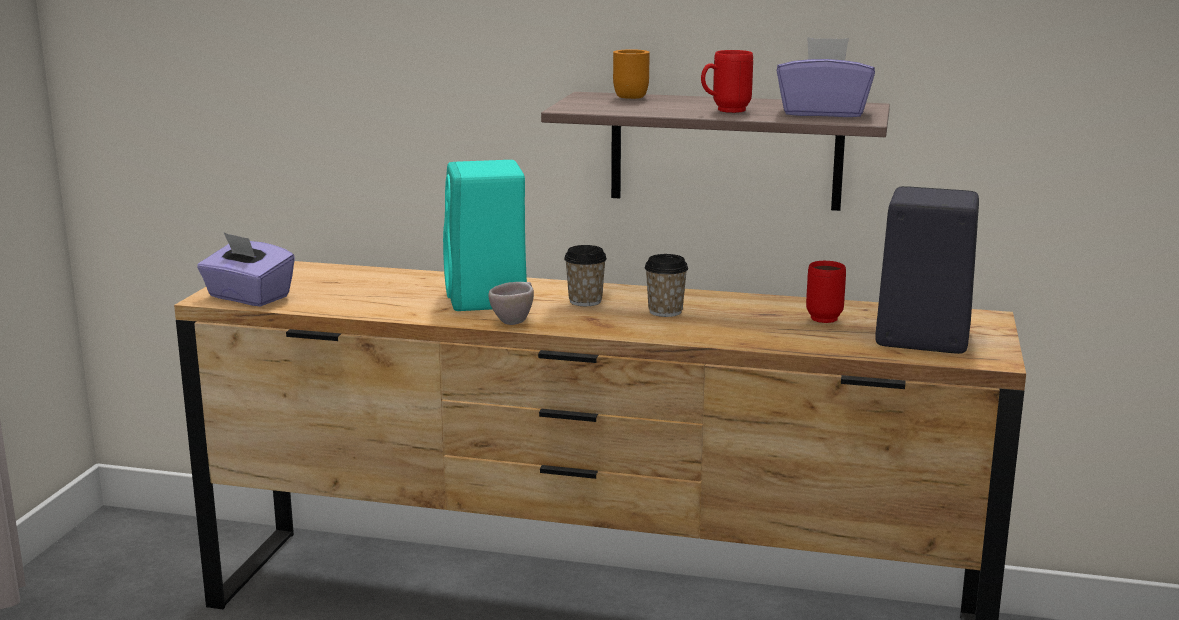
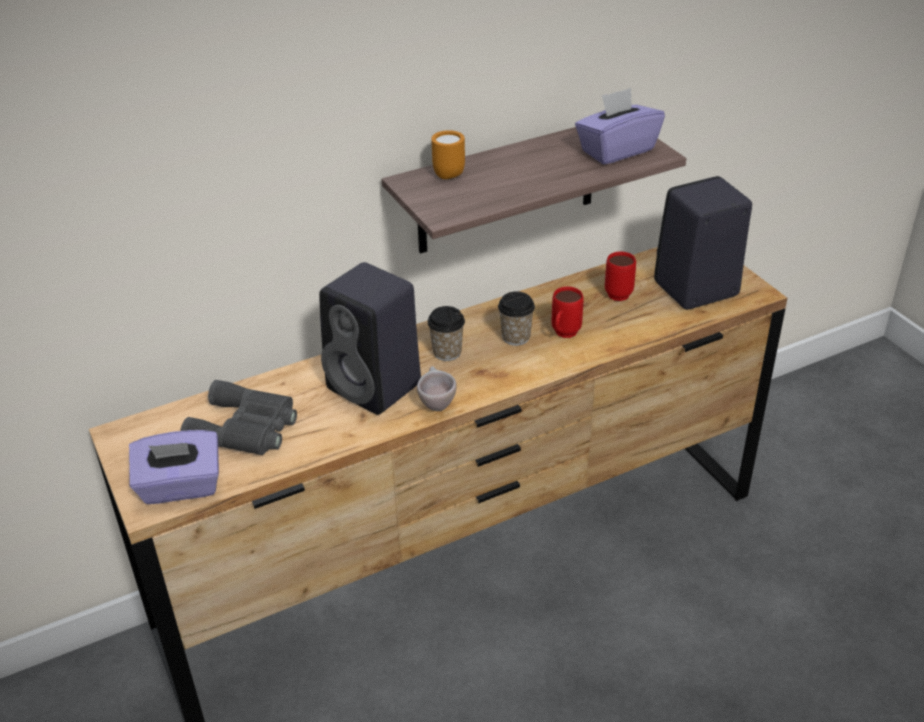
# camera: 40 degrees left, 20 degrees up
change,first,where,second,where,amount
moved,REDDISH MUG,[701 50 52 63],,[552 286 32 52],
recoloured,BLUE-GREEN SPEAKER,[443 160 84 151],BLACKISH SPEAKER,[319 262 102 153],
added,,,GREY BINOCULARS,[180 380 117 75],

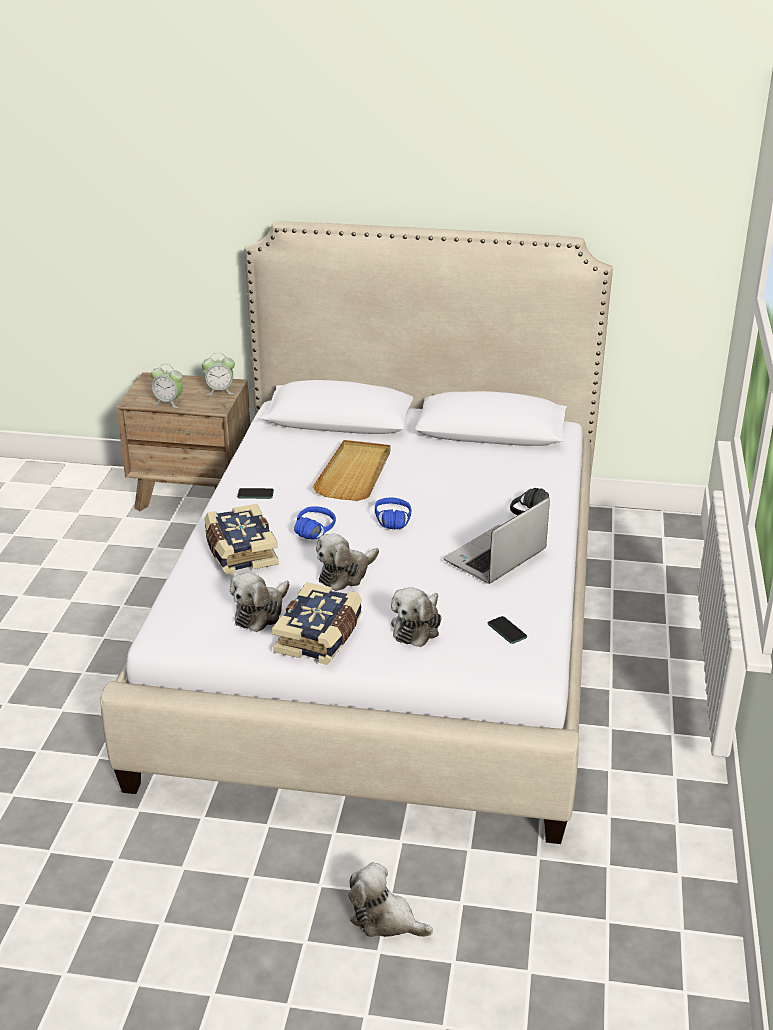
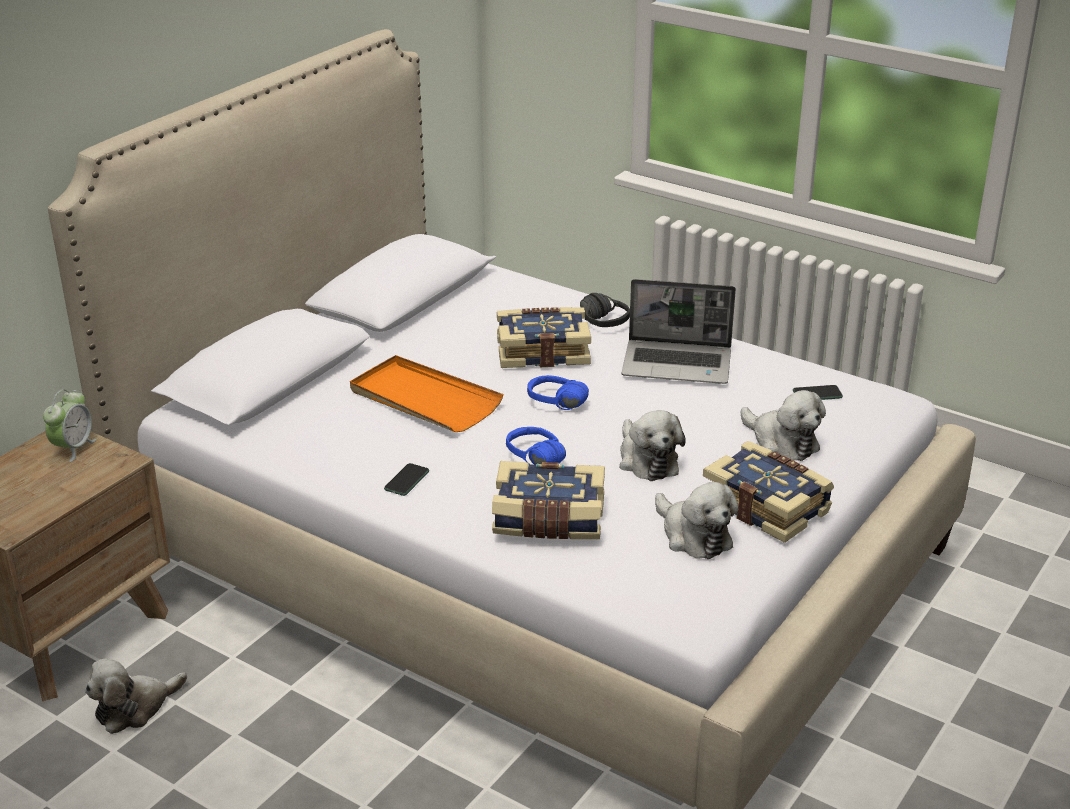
# camera: 65 degrees left, 0 degrees up
change,first,where,second,where,amount
removed,BEDSIDE CLOCK,[151 364 32 44],,,
recoloured,SAND-COLOURED TRAY,[313 440 77 61],ORANGE-COLOURED TRAY,[350 355 154 77],
turned,PORTABLE COMPUTER,[443 497 107 87],,[622 279 114 105],60 degrees counterclockwise
moved,CUDDLY TOY,[348 862 85 75],,[85 658 102 76],
added,,,VOLUME,[497 307 94 61],

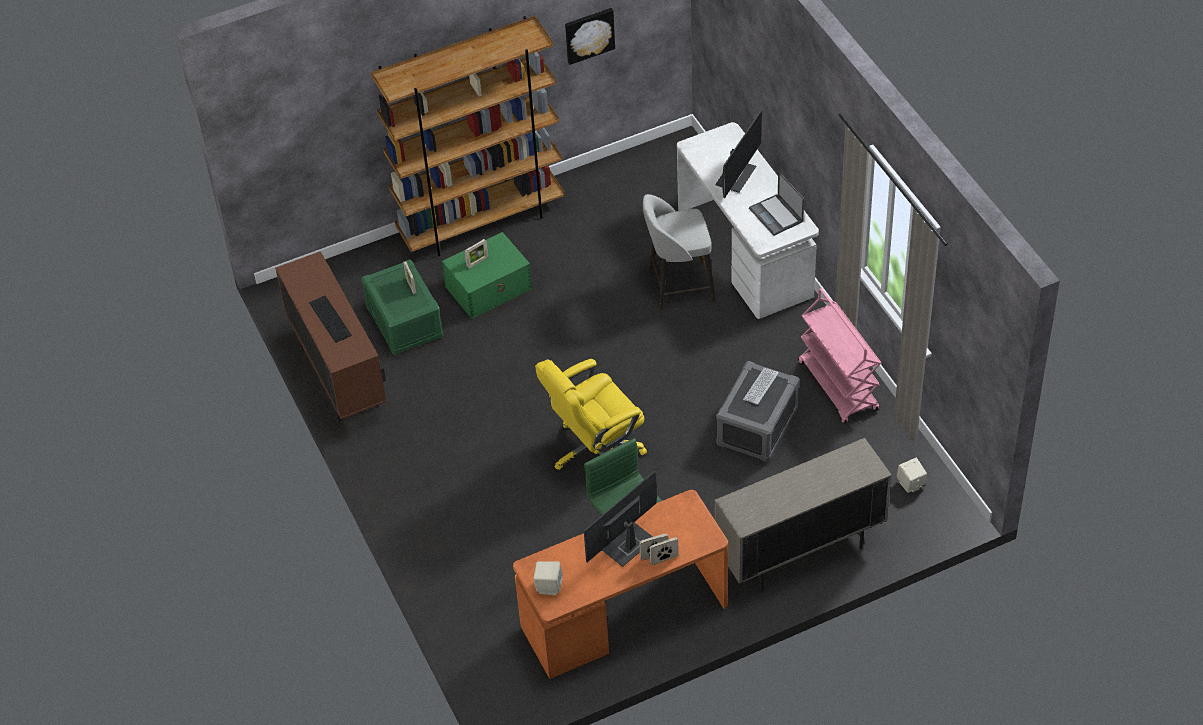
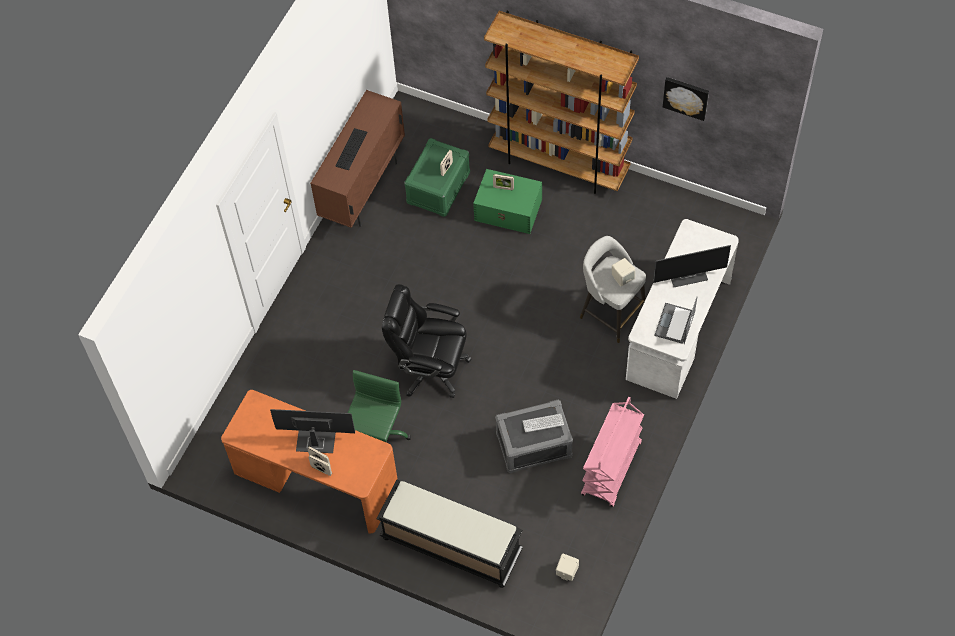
# camera: 50 degrees right, 10 degrees up
change,first,where,second,where,amount
recoloured,YELLOWISH OFFICE CHAIR,[535 359 112 111],BLACKISH OFFICE CHAIR,[382 284 90 114],
replaced,SAND-COLOURED CUPBOARD,[715 438 177 154],BLACKISH LONG SEAT,[376 480 147 108],
moved,SAND-COLOURED SPEAKER,[533 561 30 35],,[612 258 23 29],

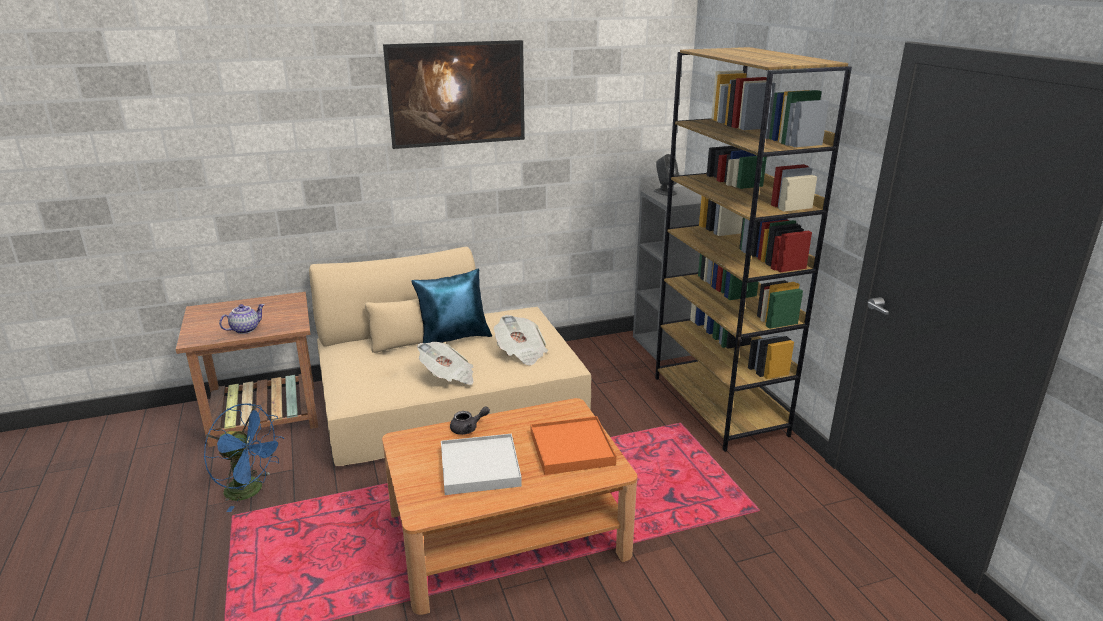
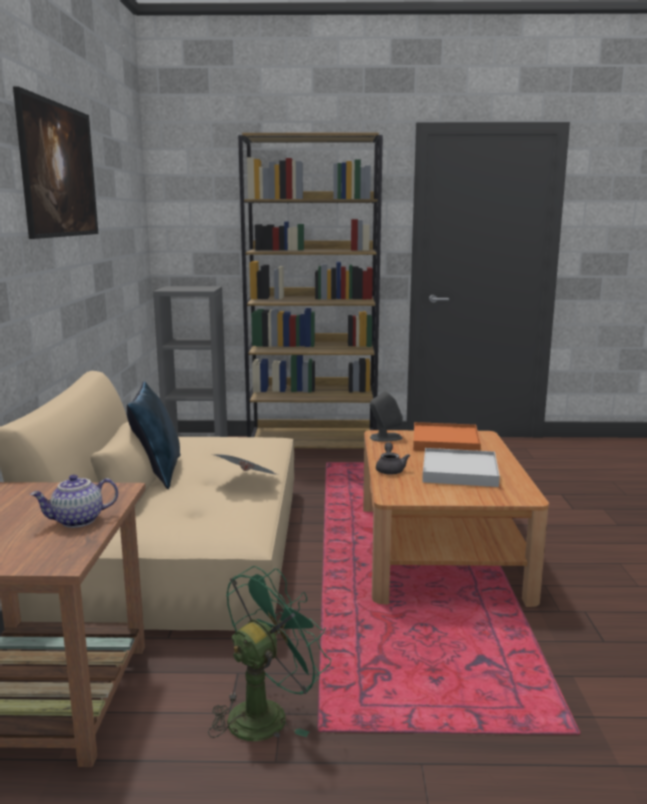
# camera: 70 degrees left, 10 degrees down
change,first,where,second,where,amount
moved,GREY SPEAKER,[654 154 25 42],,[370 390 33 52],
turned,TEAPOT,[219 304 46 30],,[30 475 88 53],90 degrees counterclockwise
removed,DAILY PAPER,[493 315 55 51],,,
recoloured,BLUISH ELECTRIC FAN,[204 403 80 109],GREEN ELECTRIC FAN,[208 566 123 175],

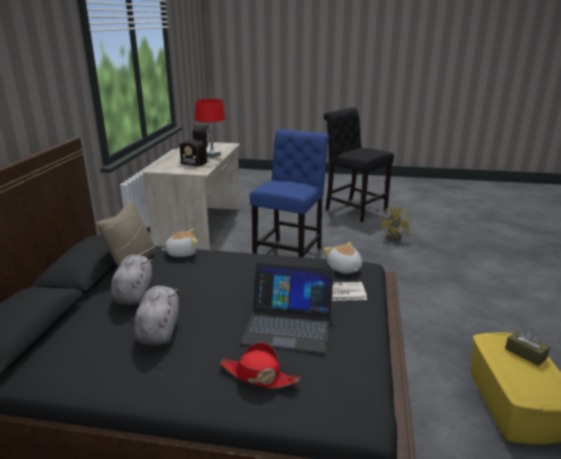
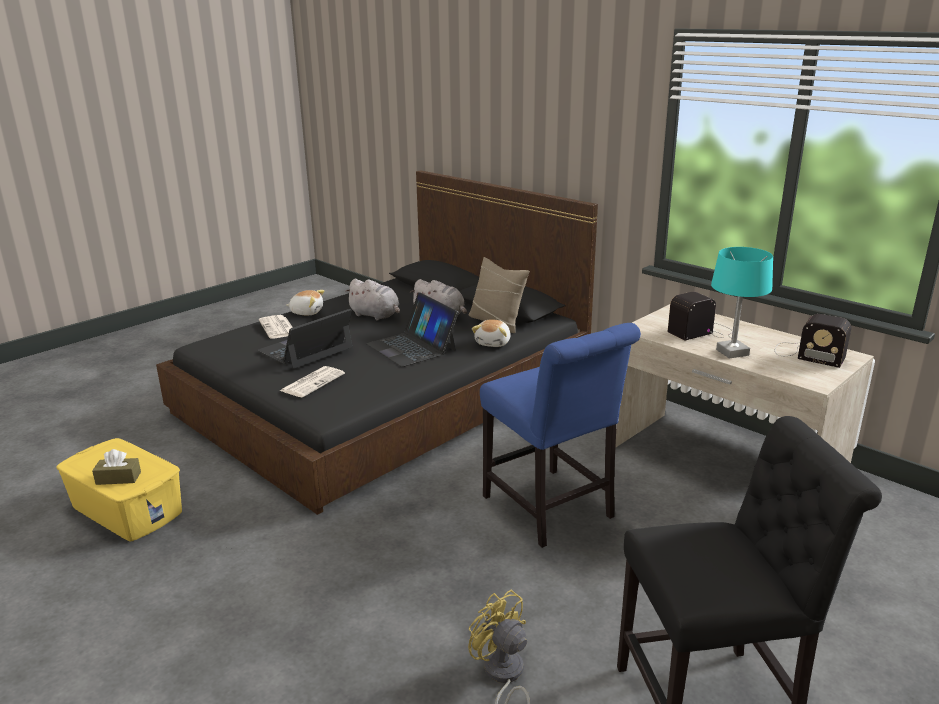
# camera: 125 degrees right, 0 degrees up
change,first,where,second,where,amount
recoloured,REDDISH TABLE LAMP,[195 99 31 59],BLUE-GREEN TABLE LAMP,[711 247 62 112],
moved,CUDDLY TOY,[324 242 38 32],,[287 290 38 26],
replaced,REDDISH HAT,[220 342 80 46],DAILY PAPER,[259 315 34 24],
added,,,PORTABLE COMPUTER,[366 292 93 75],

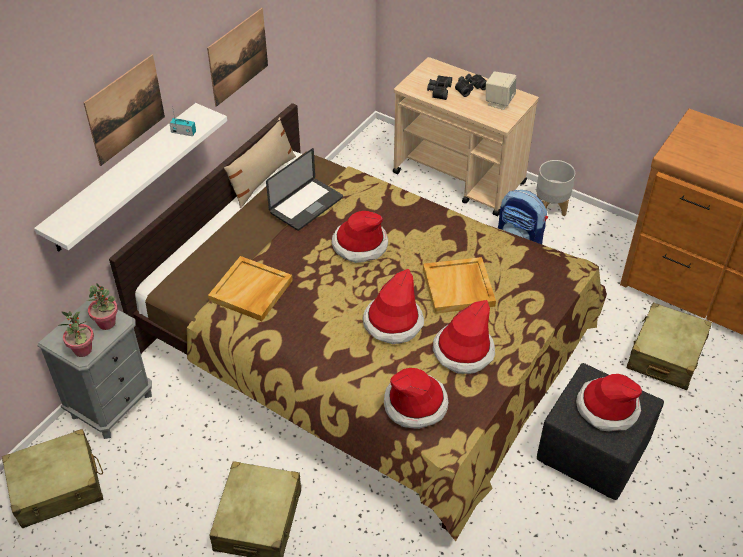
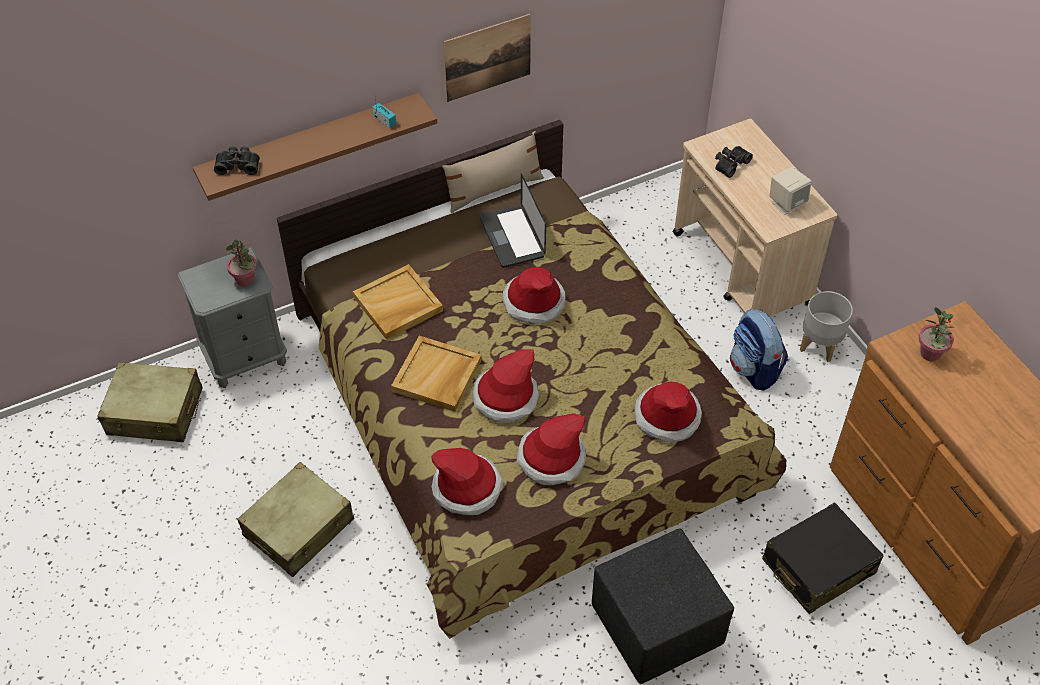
# camera: 30 degrees right, 5 degrees up
change,first,where,second,where,amount
removed,WALL PICTURE,[84 55 81 111],,,
moved,BLACKISH BINOCULARS,[455 74 32 23],,[214 146 46 29],
recoloured,WHITISH WALL SHELF,[34 103 193 149],BROWN WALL SHELF,[193 93 244 108],
turned,PORTABLE COMPUTER,[266 148 77 83],,[480 173 66 95],90 degrees clockwise
moved,SAND-COLOURED TRAY,[423 257 73 57],,[391 336 91 76],
recoloured,SAND-COLOURED TRAVEL CASE,[627 303 85 87],BLACKISH TRAVEL CASE,[762 502 122 112],
moved,HOUSEPLANT,[58 311 36 46],,[919 307 36 54],
moved,HAT,[576 374 66 57],,[634 382 68 61],

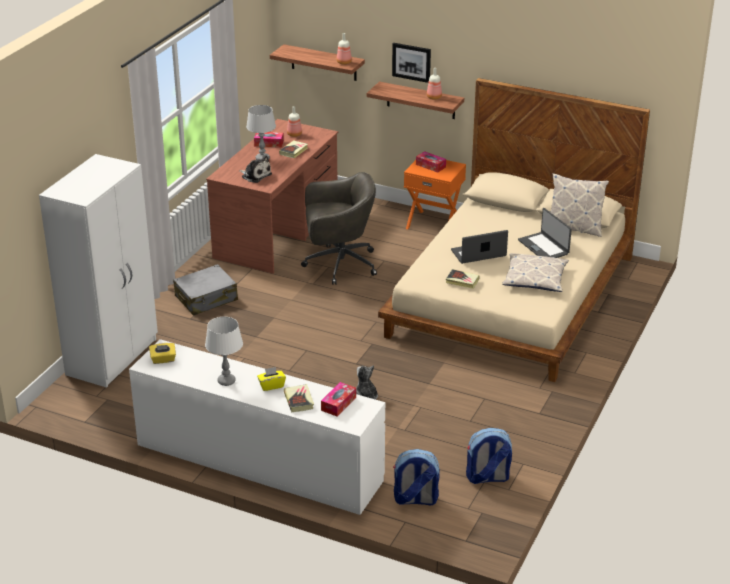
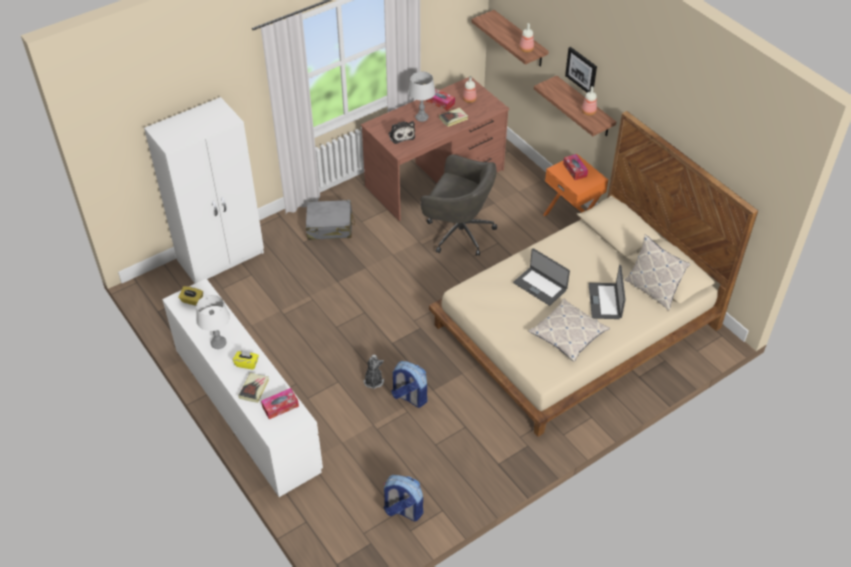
# camera: 30 degrees right, 15 degrees up
change,first,where,second,where,amount
turned,PORTABLE COMPUTER,[451 230 57 34],,[513 248 57 58],150 degrees counterclockwise
removed,VOLUME,[446 269 34 20],,,
moved,BACKPACK,[393 449 47 56],,[391 361 36 47],

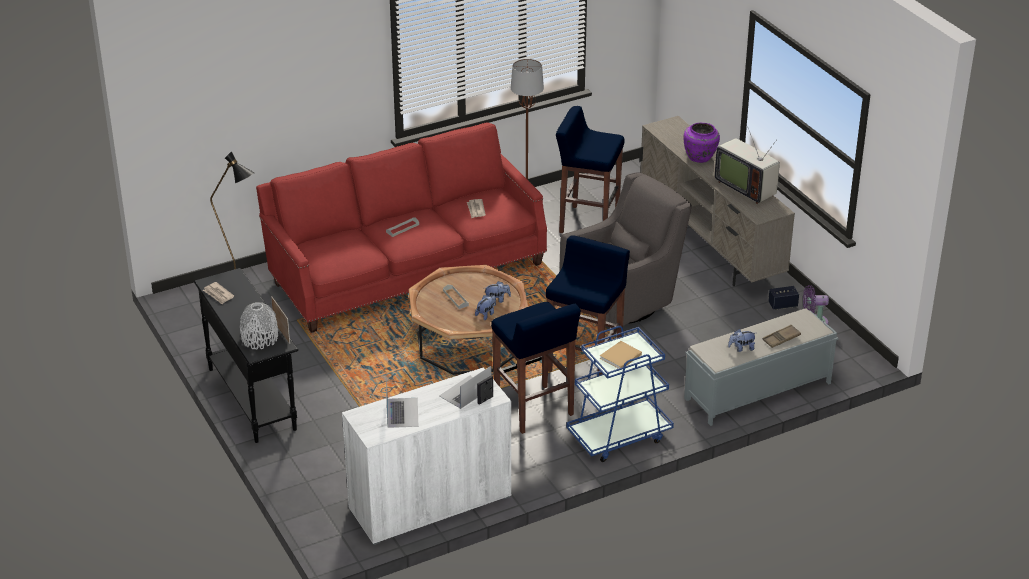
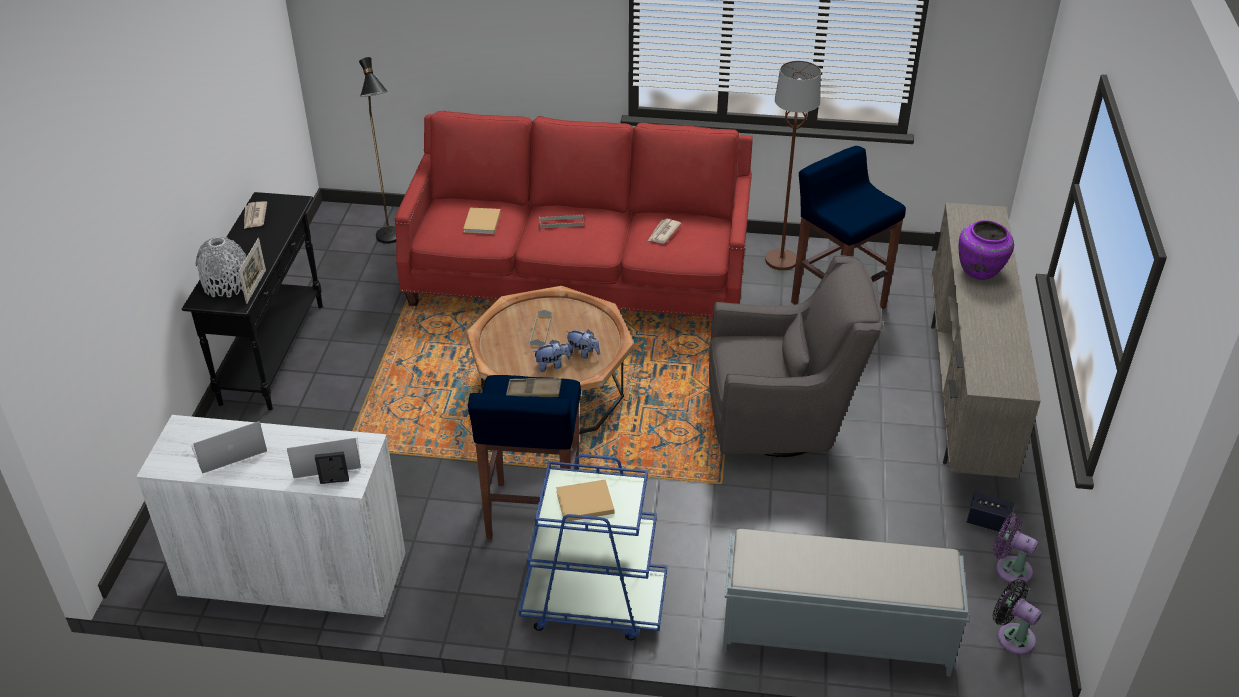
# camera: 35 degrees right, 5 degrees up
change,first,where,second,where,amount
removed,TELEVISION,[715 126 65 78],,,
removed,BLUISH SITTING STOOL,[546 235 84 140],,,
moved,BROWN TRAY,[763 324 38 24],,[506 378 56 19],
removed,CUDDLY TOY,[728 329 27 23],,,
turned,PORTABLE COMPUTER,[386 377 32 51],,[191 421 76 53],150 degrees counterclockwise
added,,,SAND-COLOURED VOLUME,[463 207 38 27],
added,,,BLACKISH ELECTRIC FAN,[993 579 49 76],

